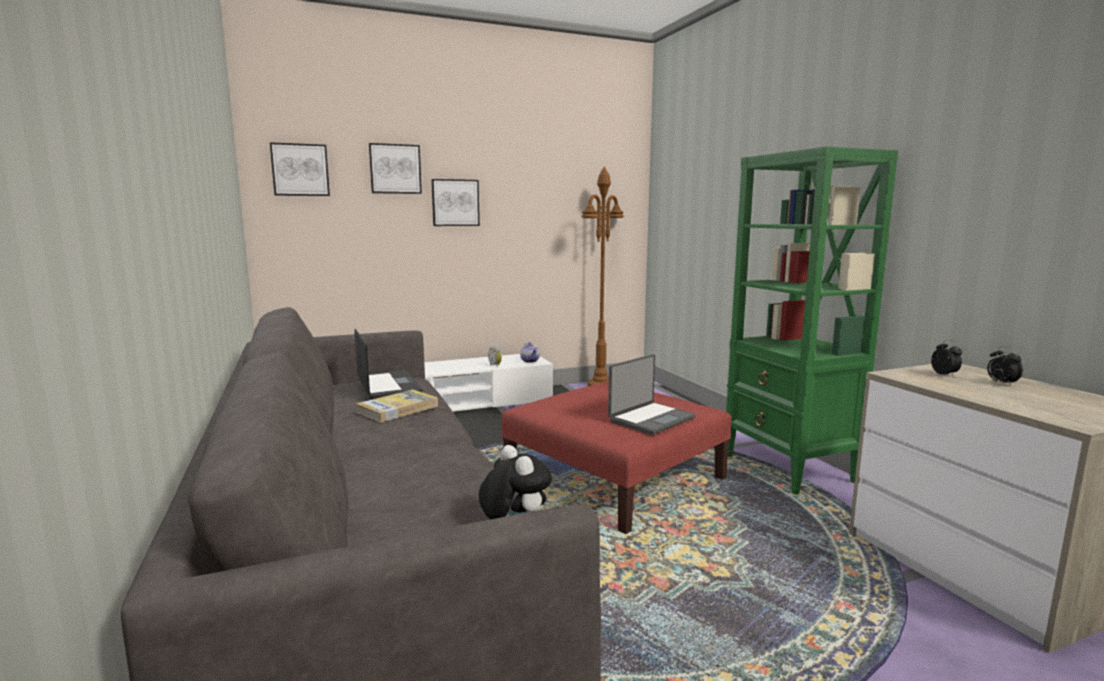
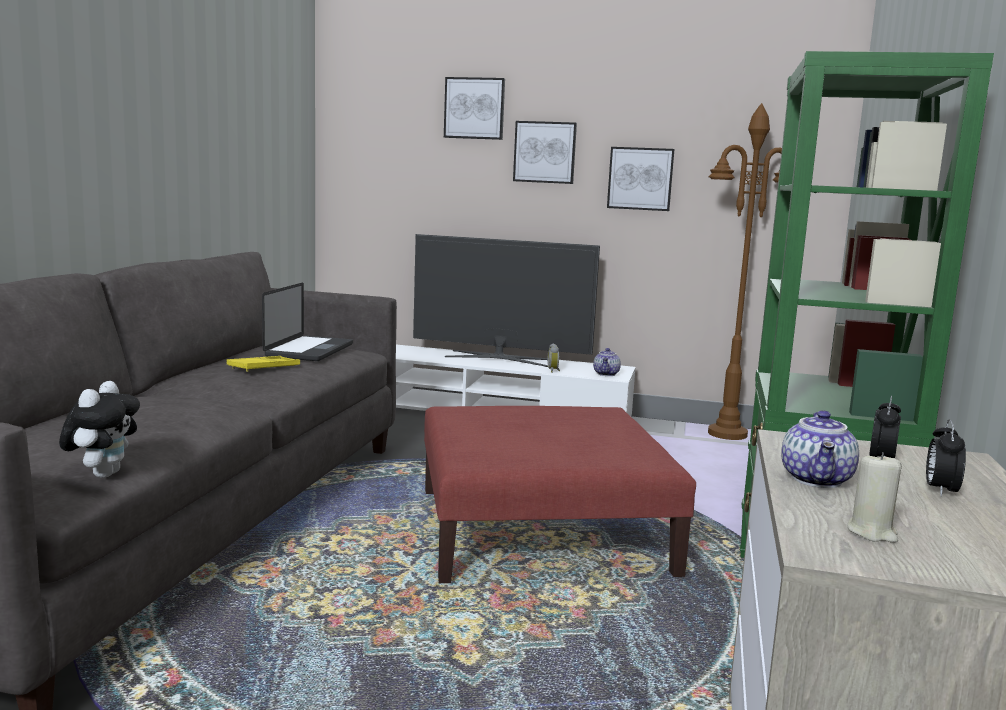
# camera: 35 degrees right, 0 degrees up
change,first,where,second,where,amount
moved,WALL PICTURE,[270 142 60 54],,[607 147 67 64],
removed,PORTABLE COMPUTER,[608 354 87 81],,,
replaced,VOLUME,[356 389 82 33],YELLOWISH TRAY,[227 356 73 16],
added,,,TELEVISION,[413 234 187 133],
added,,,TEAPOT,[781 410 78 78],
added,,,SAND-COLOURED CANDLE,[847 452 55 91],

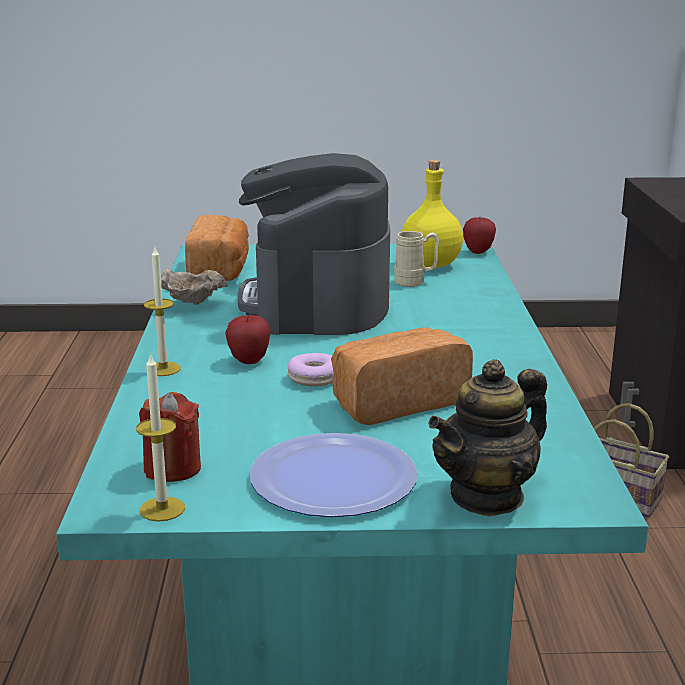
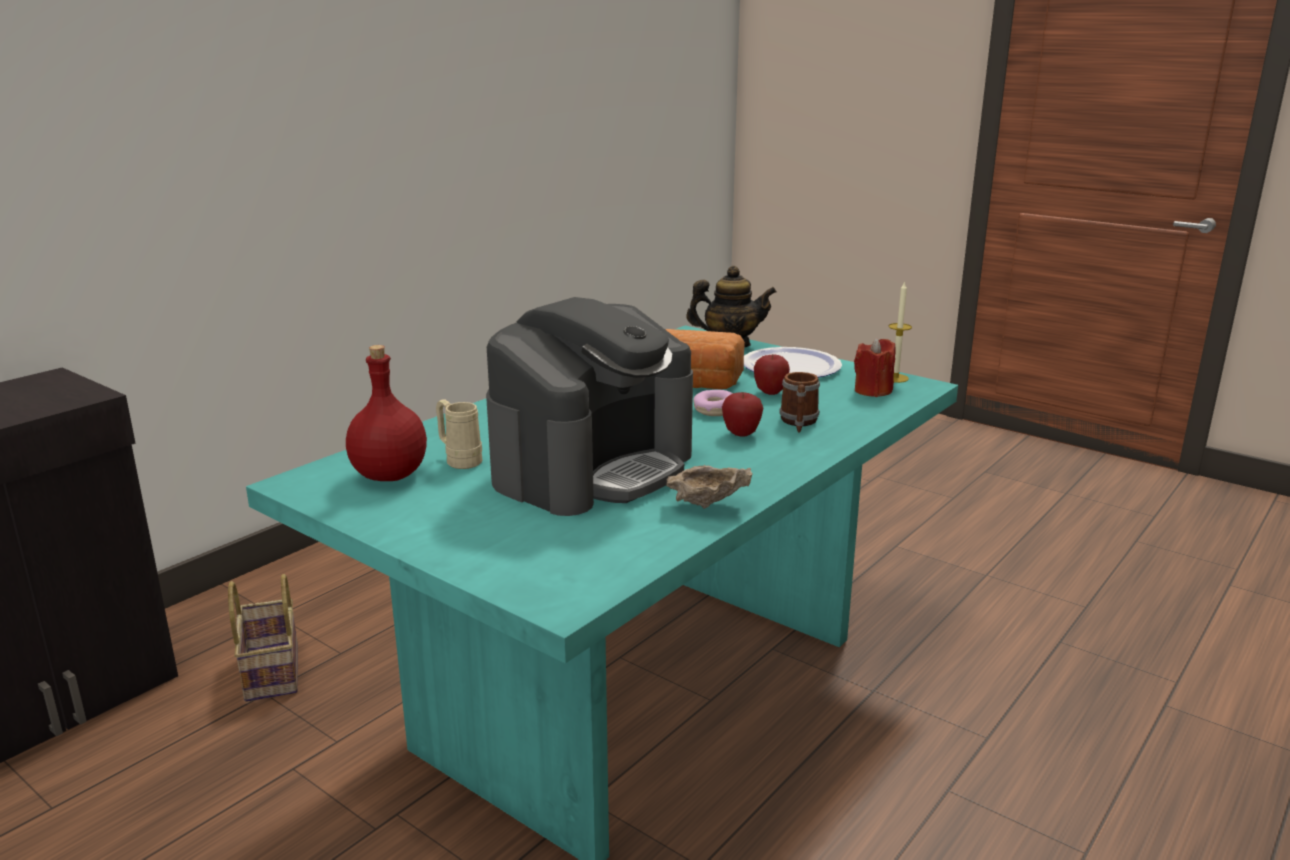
# camera: 140 degrees left, 0 degrees up
change,first,where,second,where,amount
recoloured,YELLOWISH BEVERAGE BOTTLE,[402 160 61 108],REDDISH BEVERAGE BOTTLE,[346 345 81 136],
removed,BAKED BREAD,[185 215 64 66],,,
moved,APPLE FRUIT,[463 217 33 37],,[754 354 36 41],
removed,CANDLE,[144 247 37 129],,,
added,,,MUG,[779 372 41 61],

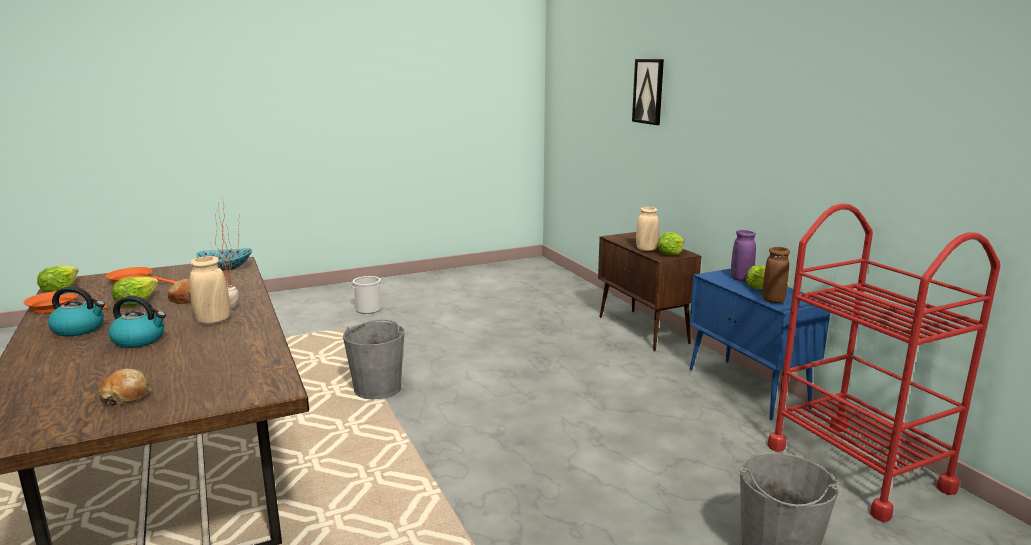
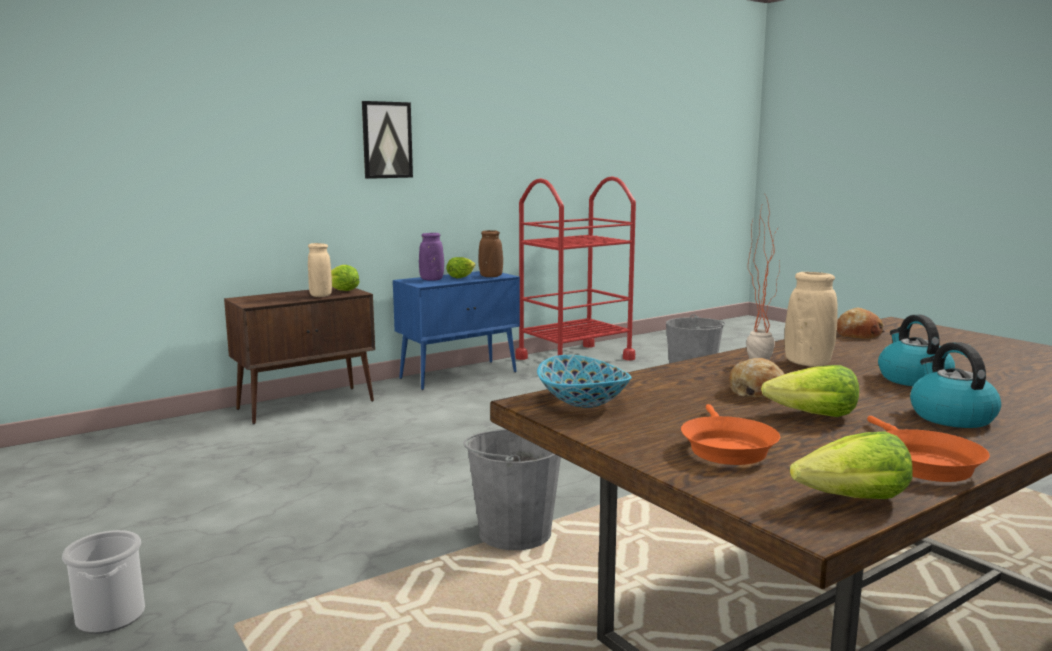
# camera: 100 degrees left, 5 degrees down
change,first,where,second,where,amount
moved,WALL PICTURE,[632 59 32 66],,[362 101 51 78],
moved,BAKED BREAD,[99 368 53 38],,[837 308 48 31],

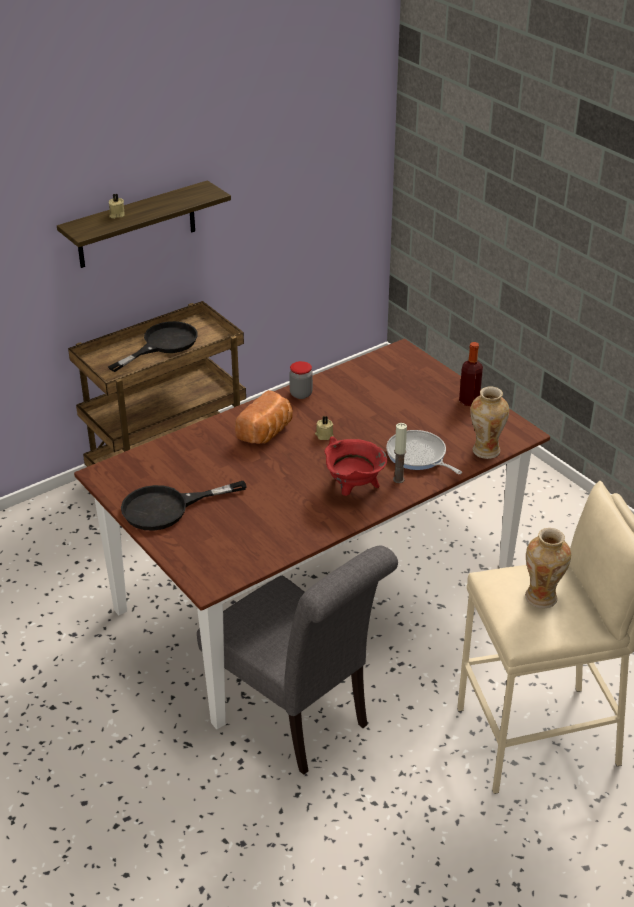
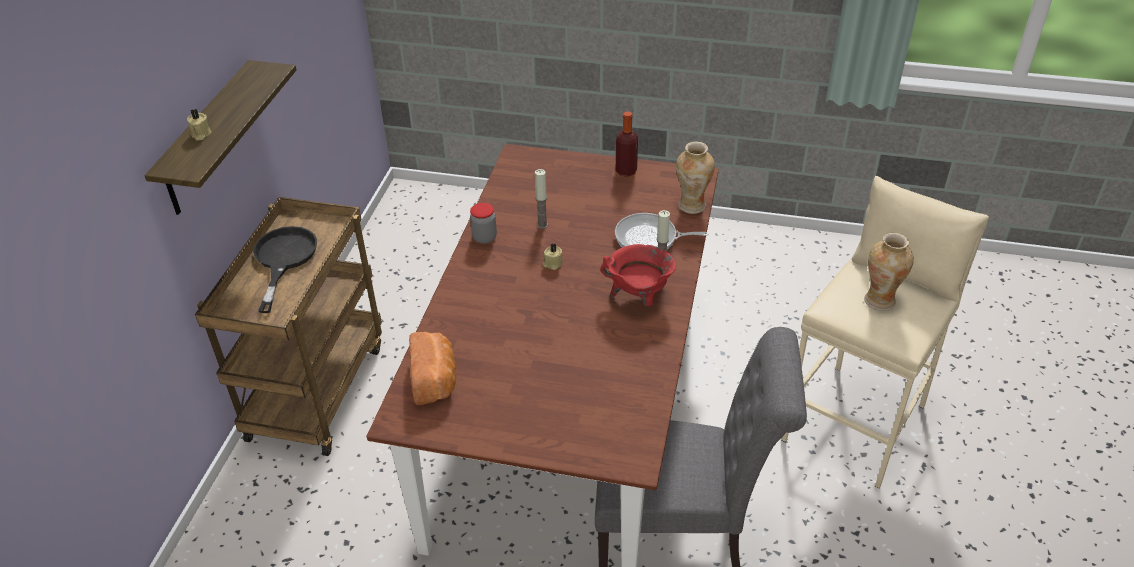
# camera: 40 degrees left, 5 degrees up
change,first,where,second,where,amount
moved,BAKED BREAD,[235 390 58 54],,[409 332 47 73],
removed,BLACKISH PAN,[121 481 126 50],,,
added,,,CANDLE,[535 169 13 60],

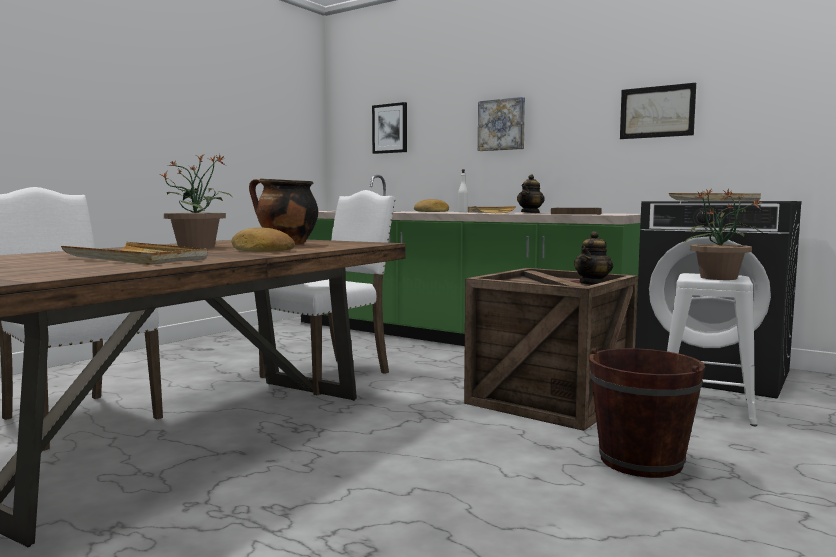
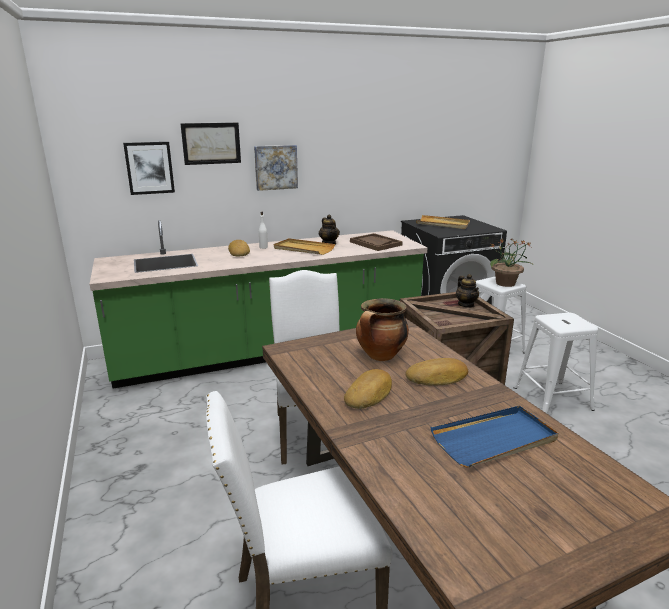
# camera: 55 degrees left, 15 degrees up
change,first,where,second,where,amount
moved,WALL PICTURE,[620 83 76 56],,[180 123 61 42],
replaced,HOUSEPLANT,[162 154 71 94],BAKED BREAD,[344 369 48 40],
recoloured,SAND-COLOURED TRAY,[61 242 146 23],BLUISH TRAY,[431 406 127 62],
replaced,BROWN PAIL,[589 348 116 130],WHITISH SITTING STOOL,[514 313 84 100],

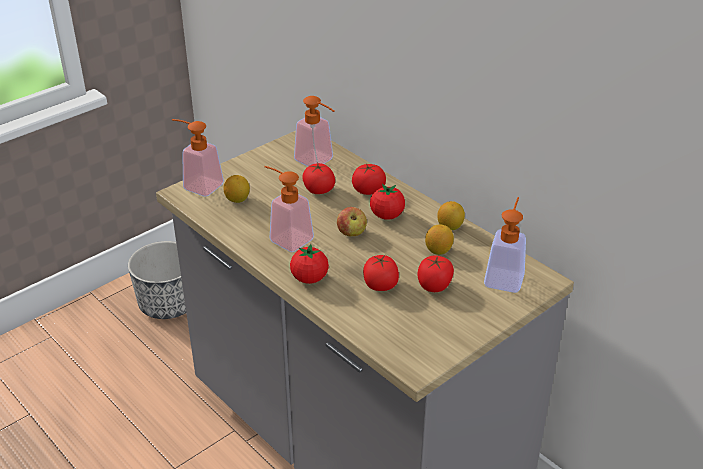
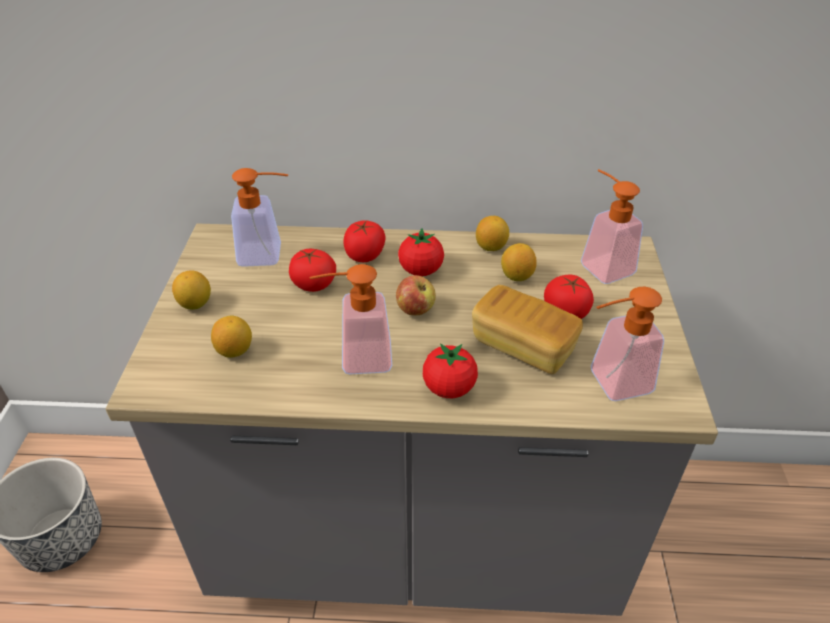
# camera: 45 degrees left, 5 degrees up
change,first,where,second,where,amount
moved,LIQUID SOAP BOTTLE,[172 119 52 77],,[591 287 73 114],
replaced,TOMATO,[363 255 36 36],BAKED BREAD,[472 285 111 89],
added,,,WHOLE LEMON,[172 271 39 39],

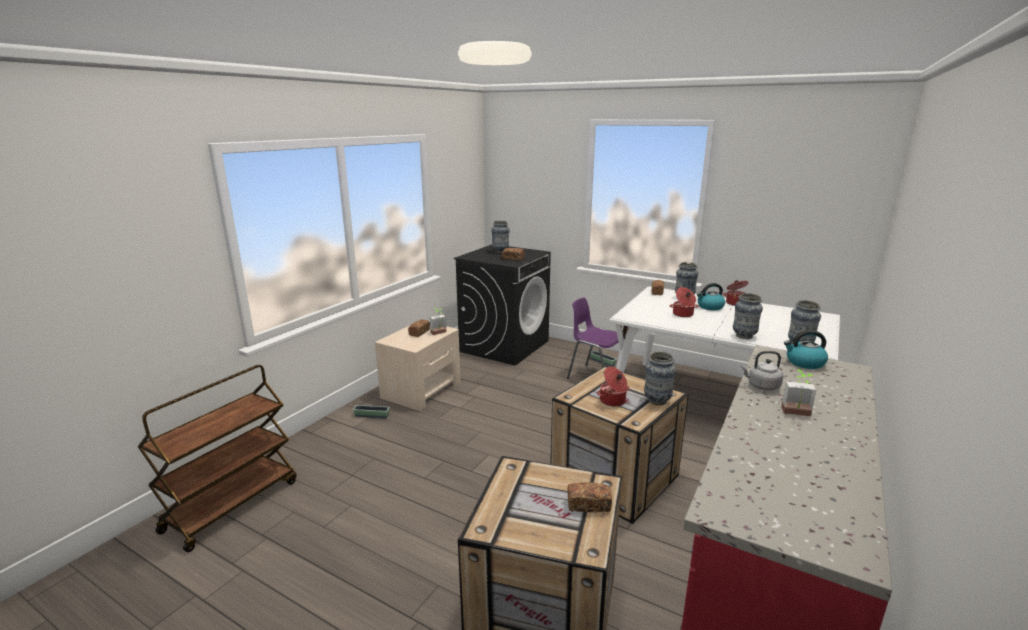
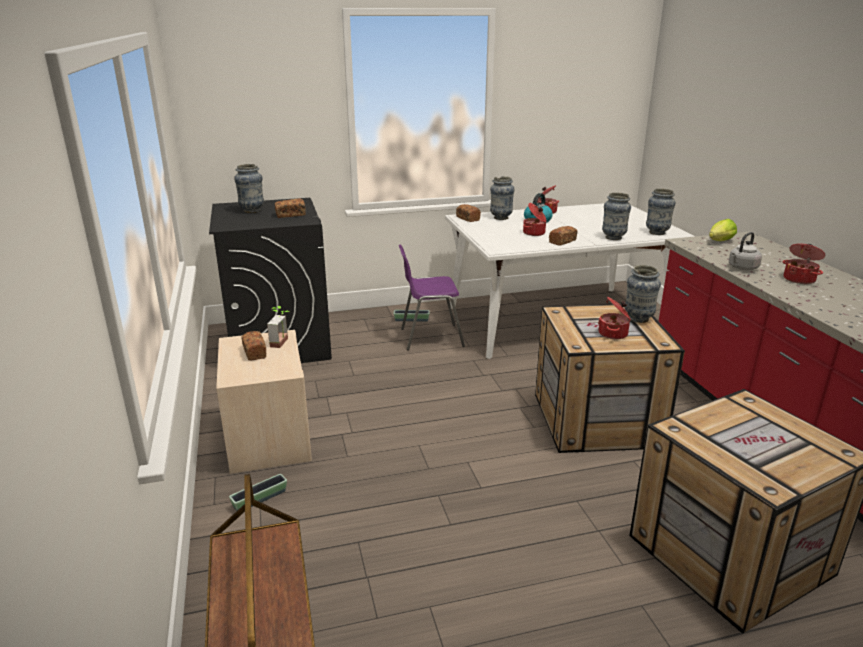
# camera: 45 degrees left, 5 degrees up
change,first,where,second,where,amount
replaced,KETTLE,[784 330 44 39],LETTUCE,[709 219 28 22],
replaced,HOUSEPLANT,[781 369 35 47],STOCKPOT,[783 244 42 40],
moved,BAKED BREAD,[568 482 44 31],,[549 226 28 20],

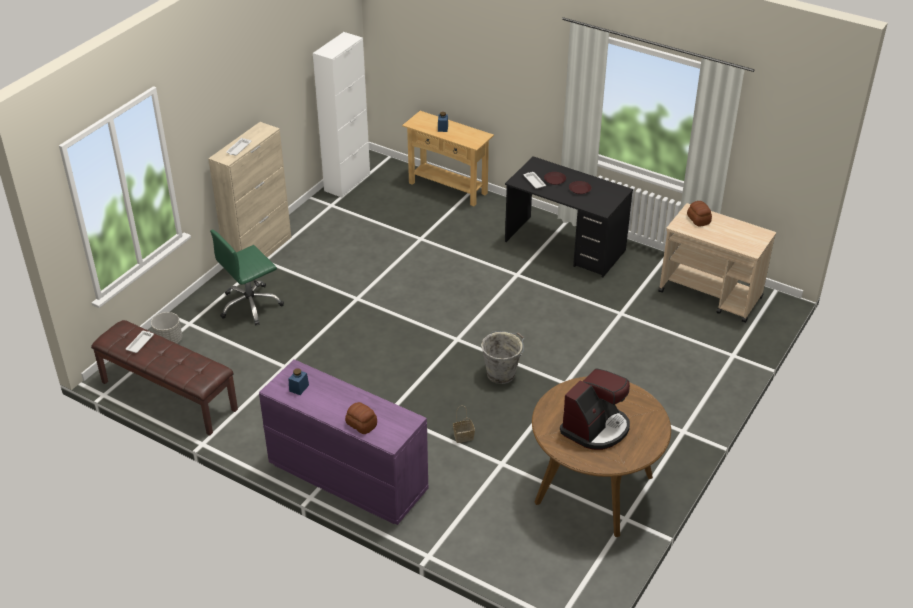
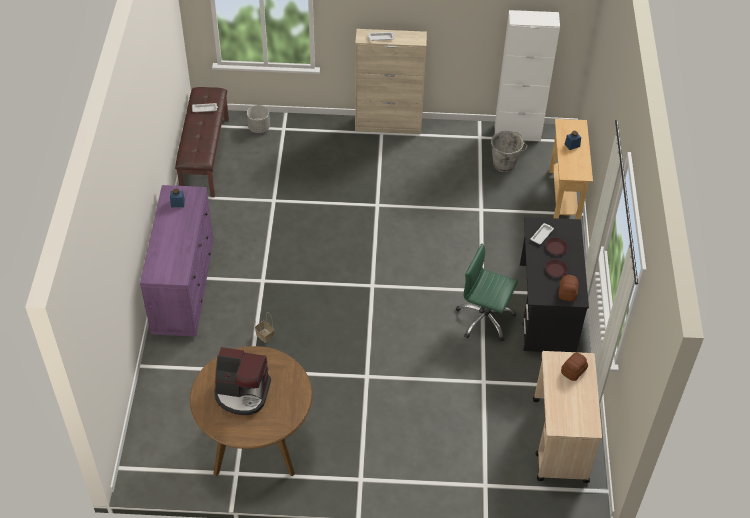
# camera: 60 degrees right, 10 degrees up
change,first,where,second,where,amount
moved,GREEN OFFICE CHAIR,[210 229 74 96],,[456 244 62 98],
moved,GREY PAIL,[481 331 43 53],,[491 131 37 41],
moved,BAKED BREAD,[345 402 32 32],,[559 275 20 26],

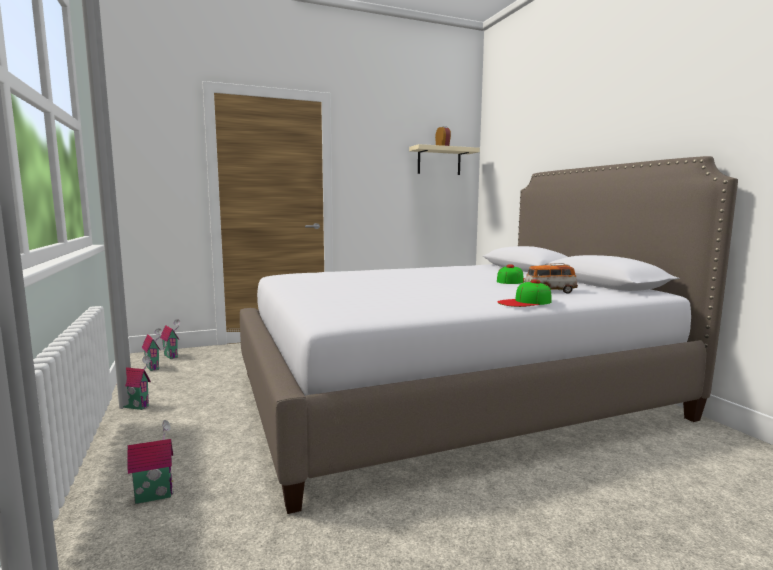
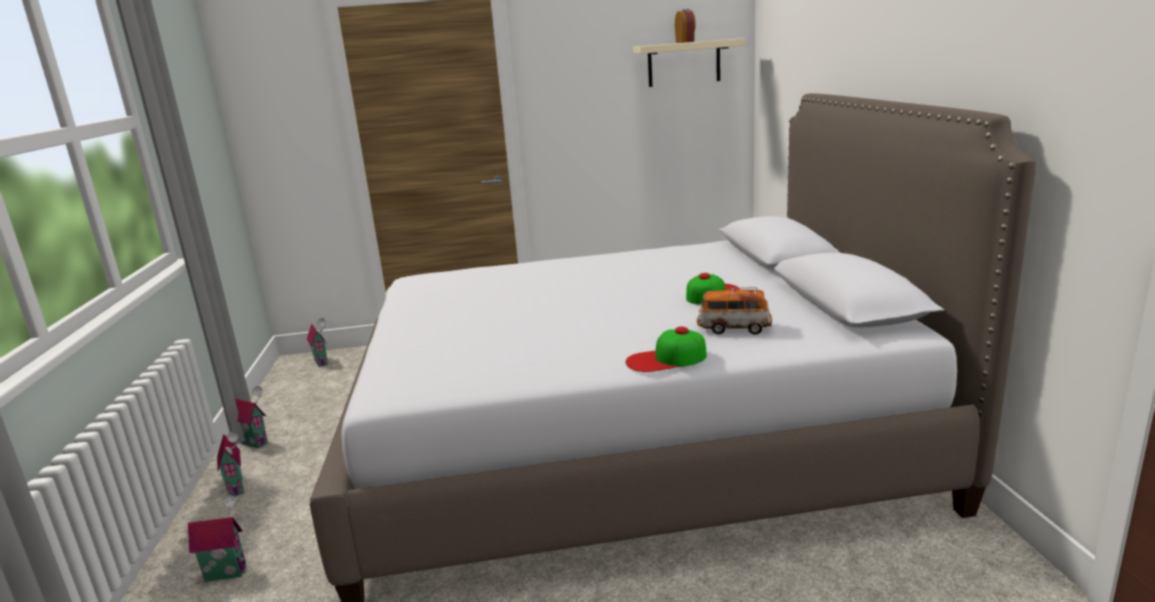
# camera: 15 degrees right, 10 degrees up
change,first,where,second,where,amount
moved,MODEL HOUSE,[142 328 20 43],,[217 431 27 66],

